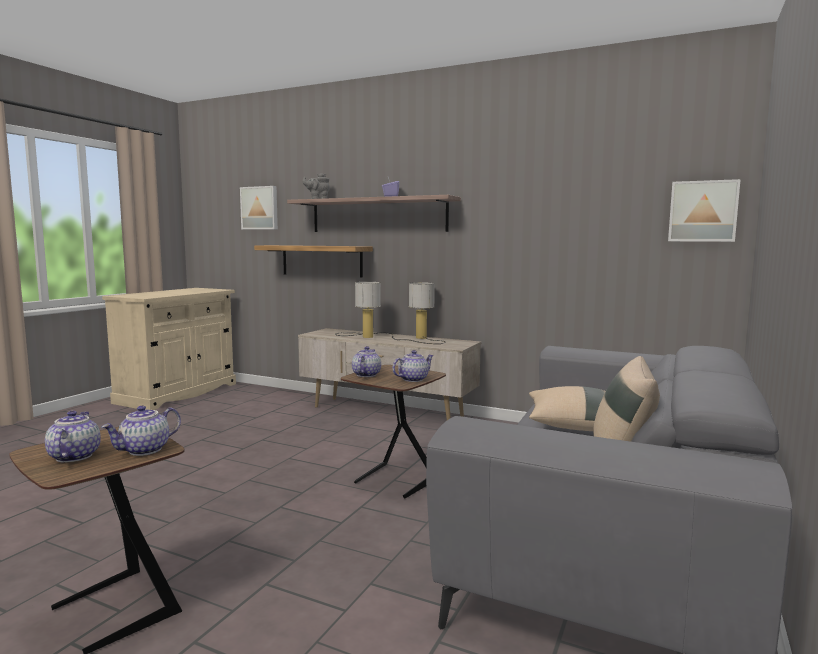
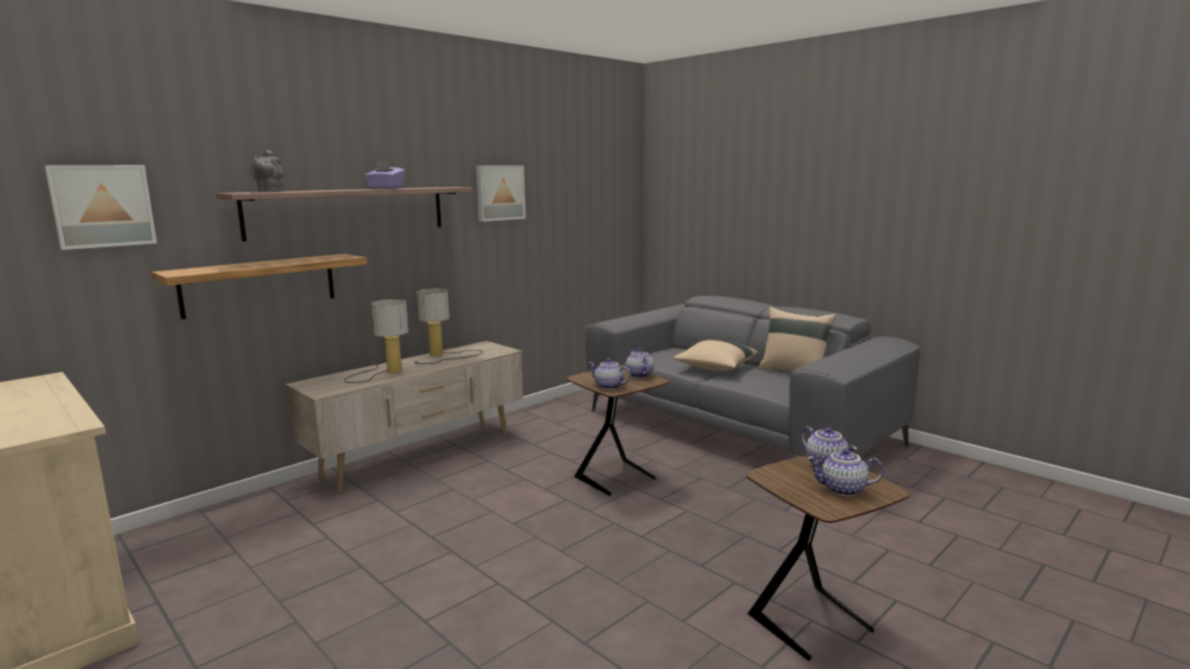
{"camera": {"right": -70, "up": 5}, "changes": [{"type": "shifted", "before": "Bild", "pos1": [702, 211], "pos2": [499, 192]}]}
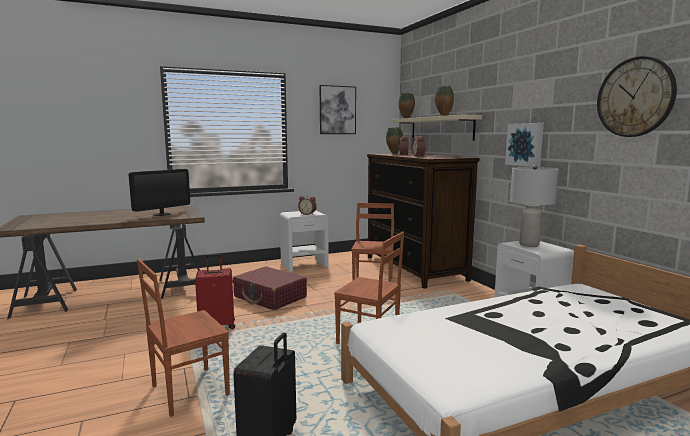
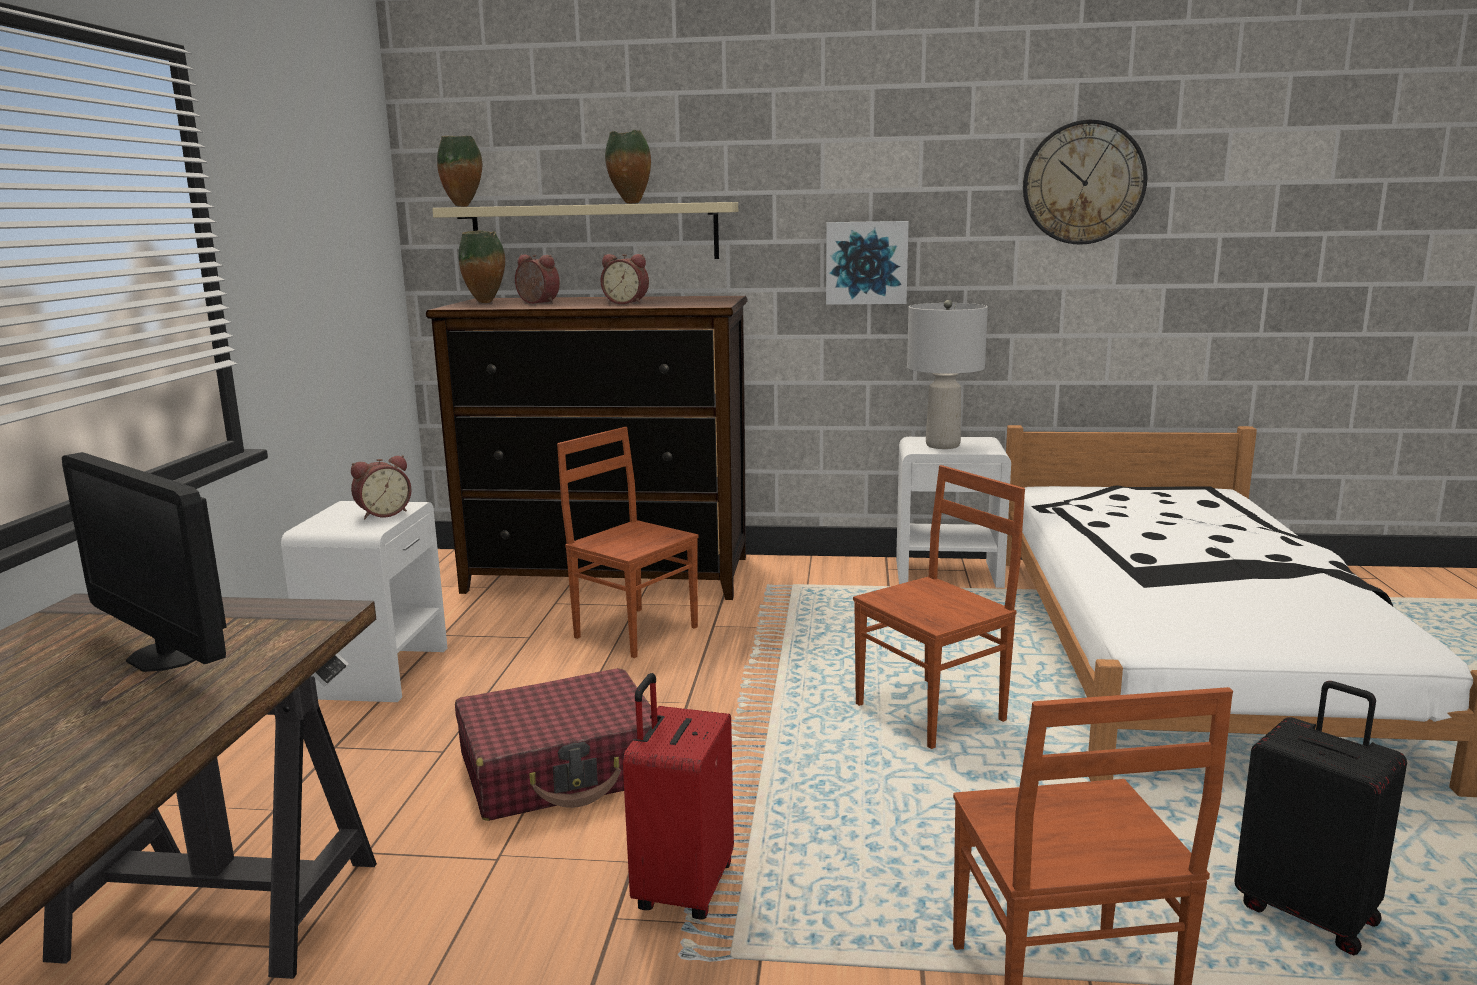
{"camera": {"right": -60, "up": 5}, "changes": [{"type": "rotated", "before": "Monitor", "pos1": [162, 214], "pos2": [167, 656], "turn": 150}, {"type": "gone", "before": "Bild", "pos1": [337, 110]}]}
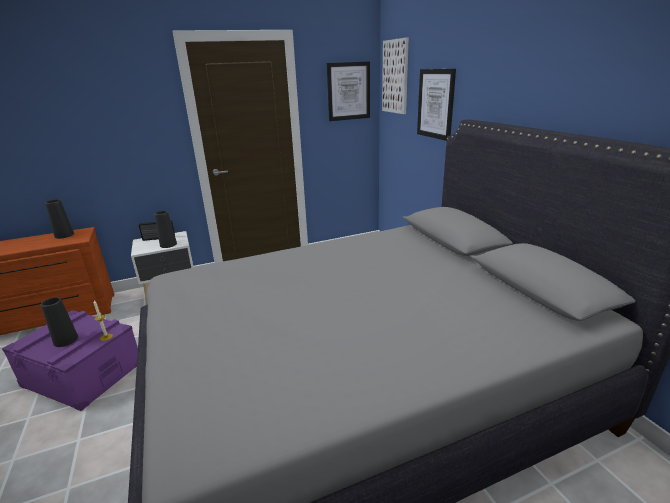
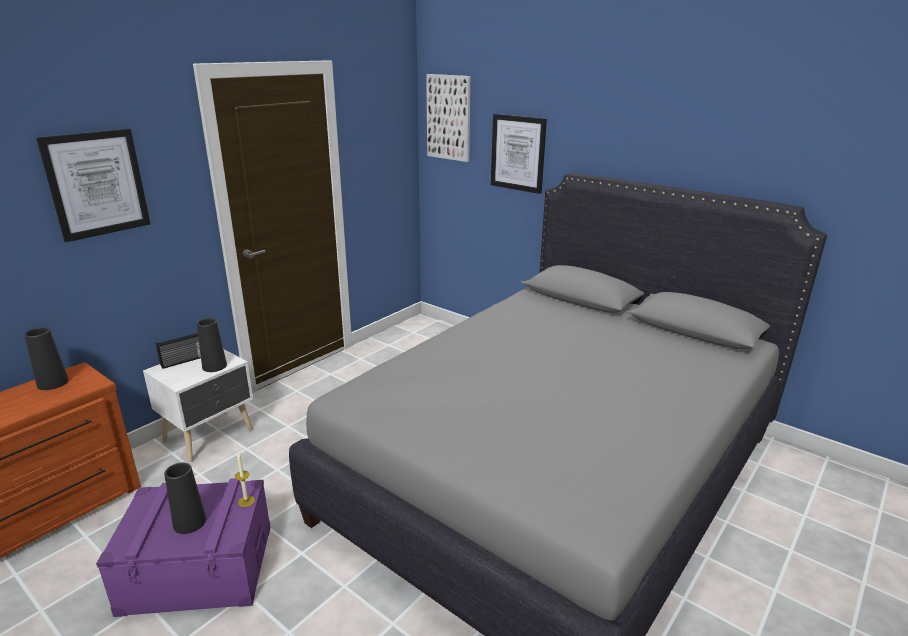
{"camera": {"right": -30, "up": 0}, "changes": [{"type": "shifted", "before": "Bild", "pos1": [348, 91], "pos2": [97, 184]}]}
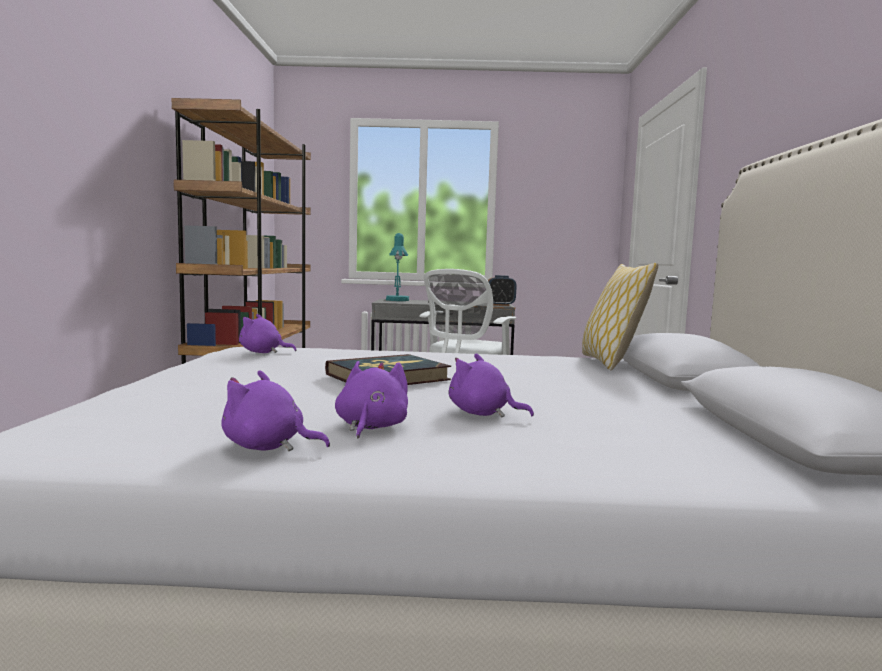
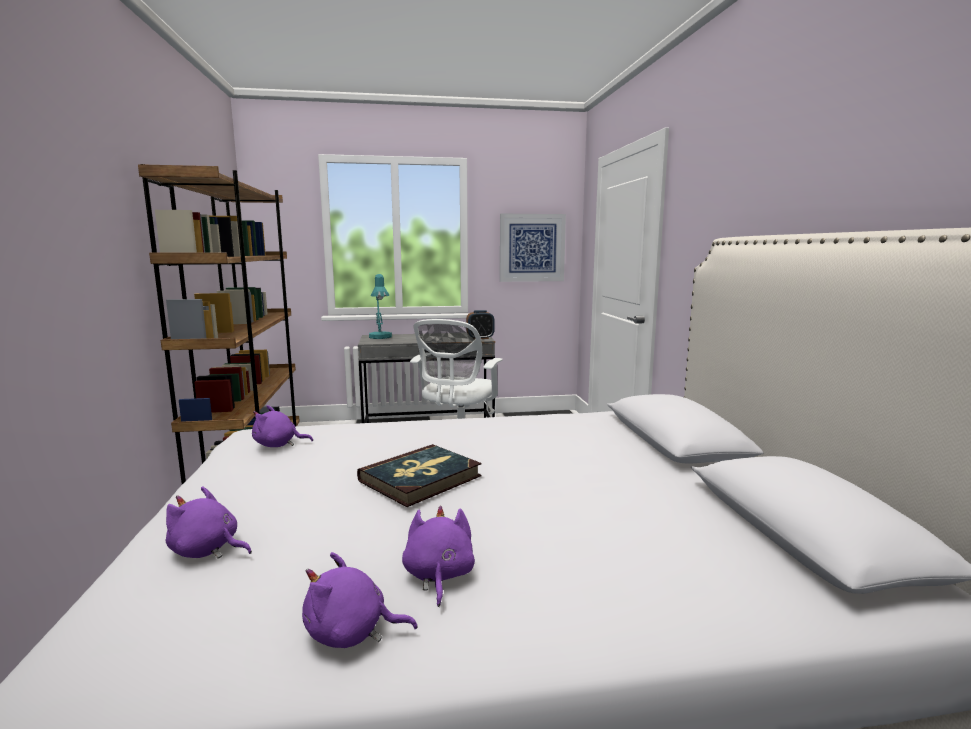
{"camera": {"right": -10, "up": 5}, "changes": [{"type": "shifted", "before": "Plüschtier/lila", "pos1": [483, 414], "pos2": [207, 550]}, {"type": "gone", "before": "Kissen", "pos1": [611, 363]}, {"type": "new", "after": "Bild", "pos2": [532, 248]}]}
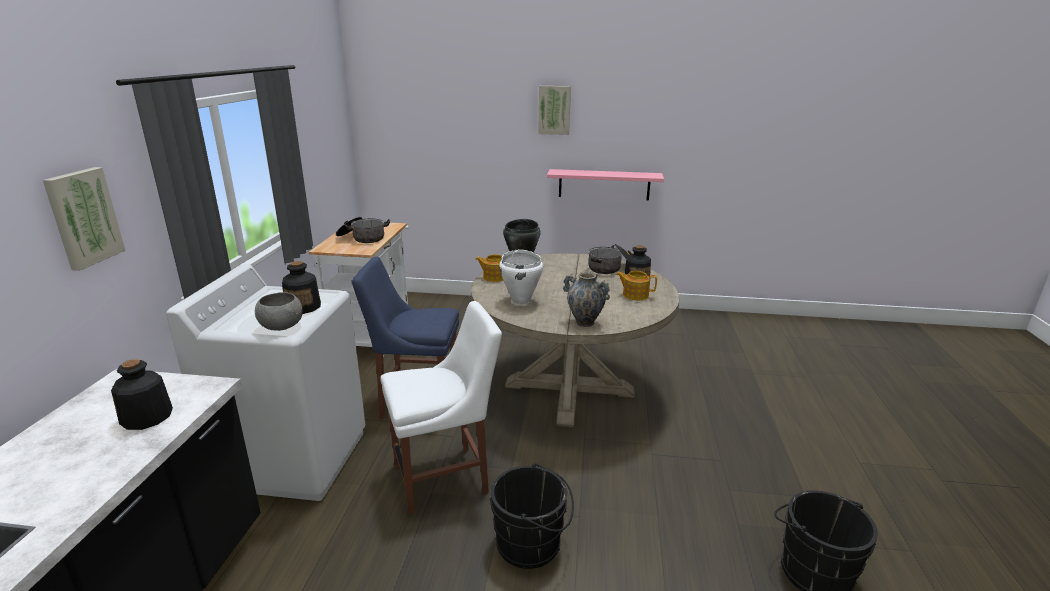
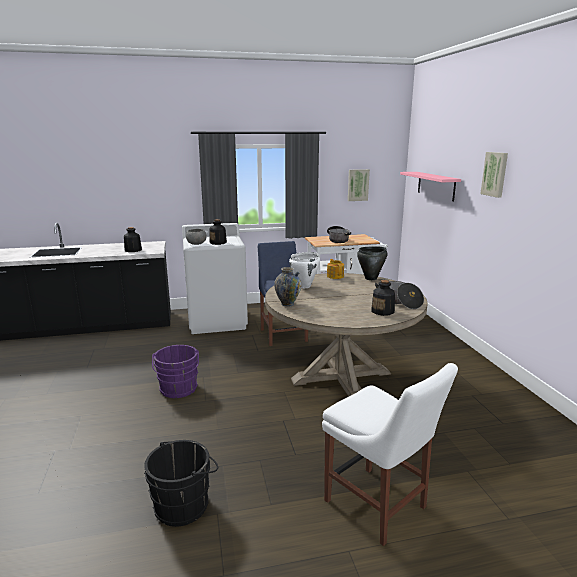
{"camera": {"right": 70, "up": -5}, "changes": [{"type": "shifted", "before": "Bild", "pos1": [83, 217], "pos2": [358, 185]}, {"type": "shifted", "before": "Stuhl/weiß", "pos1": [446, 477], "pos2": [378, 507]}, {"type": "repainted", "before": "Eimer/schwarz", "after": "Eimer/lila", "pos1": [532, 544], "pos2": [178, 390]}, {"type": "shifted", "before": "Wandregal/rosa", "pos1": [604, 184], "pos2": [436, 185]}, {"type": "gone", "before": "Teekanne", "pos1": [635, 295]}]}
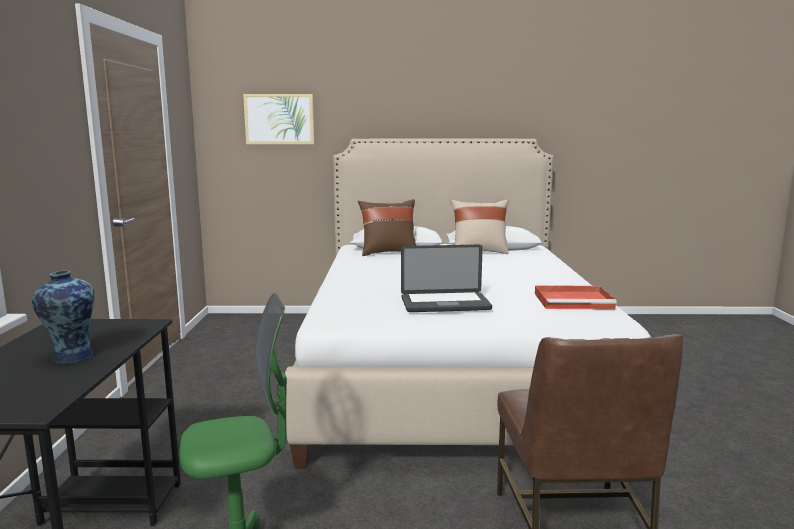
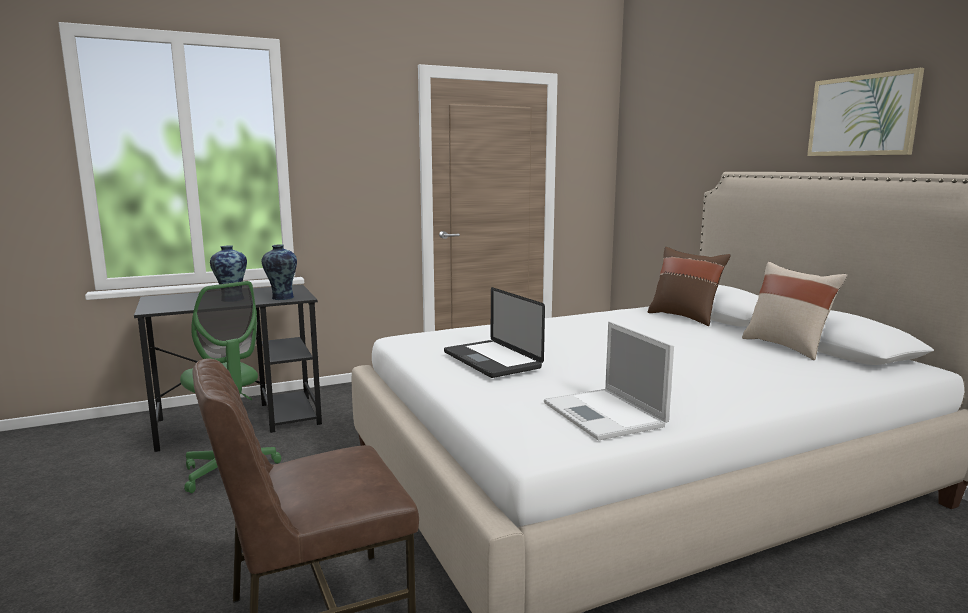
{"camera": {"right": 65, "up": 0}, "changes": [{"type": "shifted", "before": "Bild", "pos1": [279, 119], "pos2": [862, 115]}, {"type": "swapped", "before": "Tablett/rot", "after": "Laptop", "pos1": [574, 301], "pos2": [605, 415]}, {"type": "new", "after": "Vase", "pos2": [281, 298]}]}
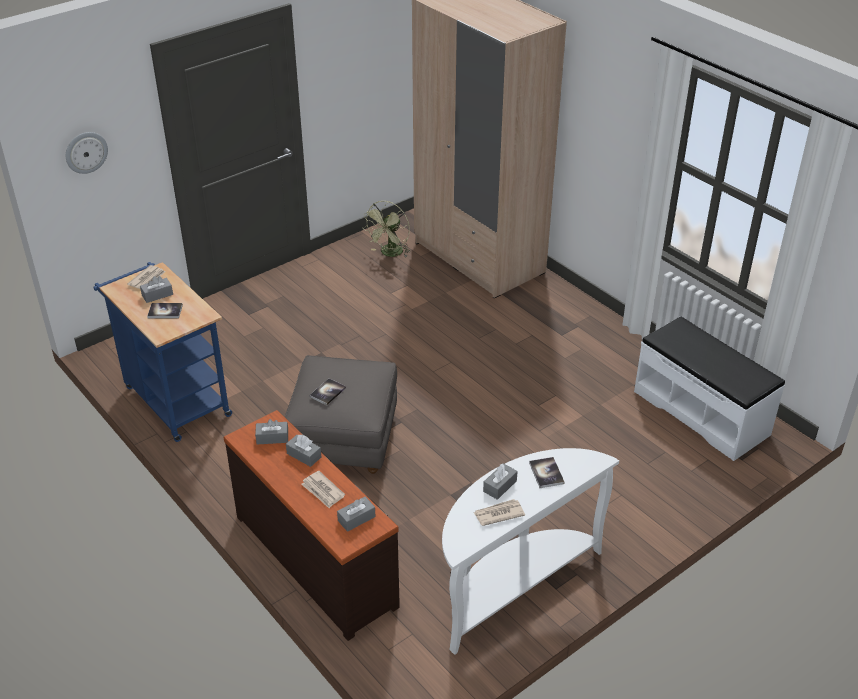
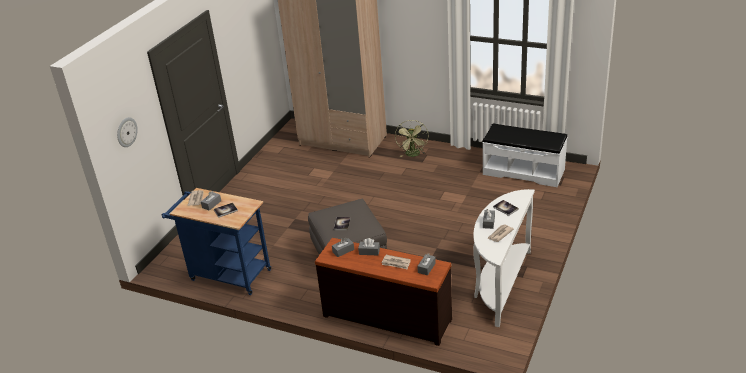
{"camera": {"right": -25, "up": -5}, "changes": [{"type": "shifted", "before": "Ventilator/grün", "pos1": [390, 254], "pos2": [413, 155]}]}
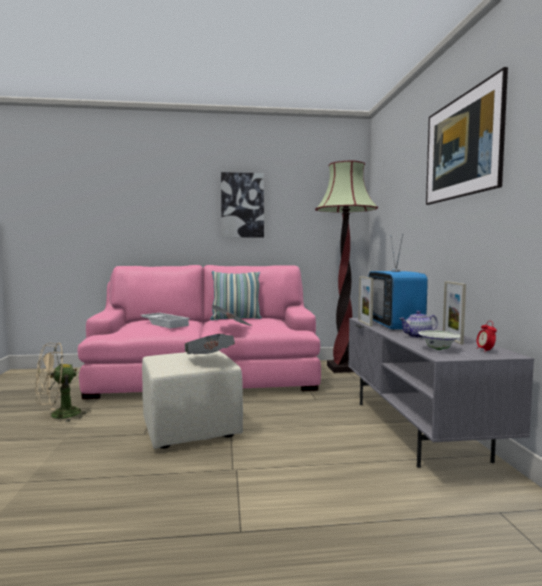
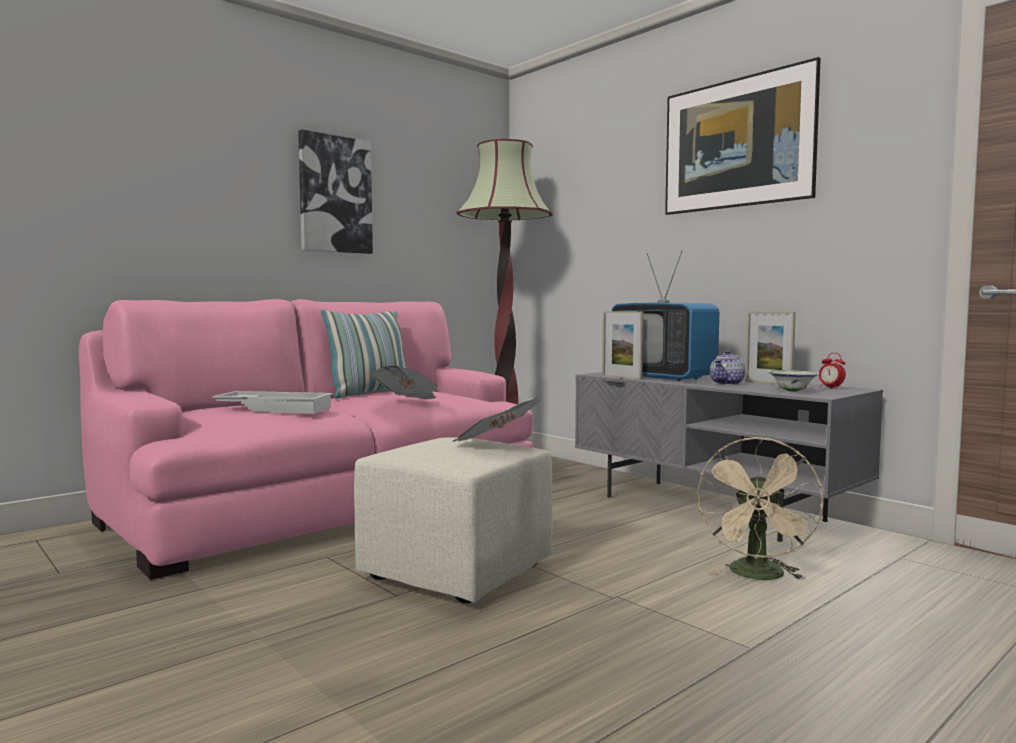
{"camera": {"right": -35, "up": 0}, "changes": [{"type": "shifted", "before": "Ventilator/beige", "pos1": [59, 416], "pos2": [758, 576]}]}
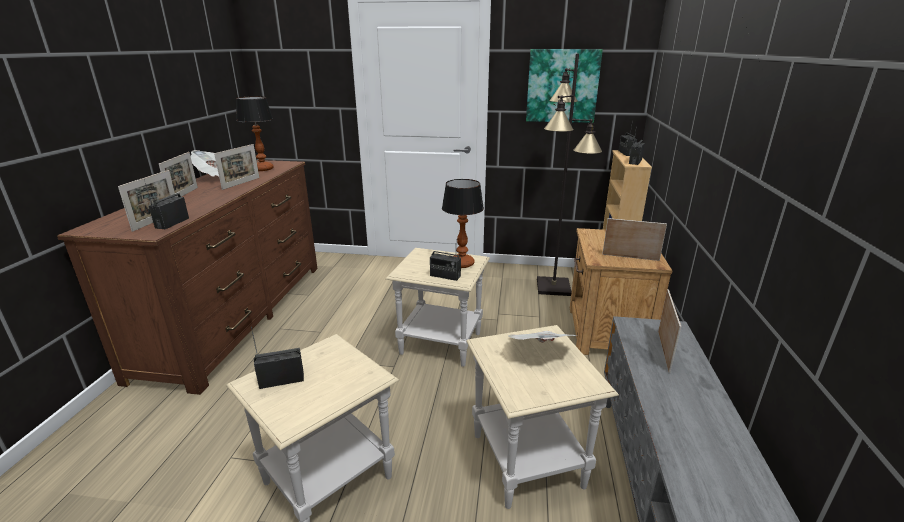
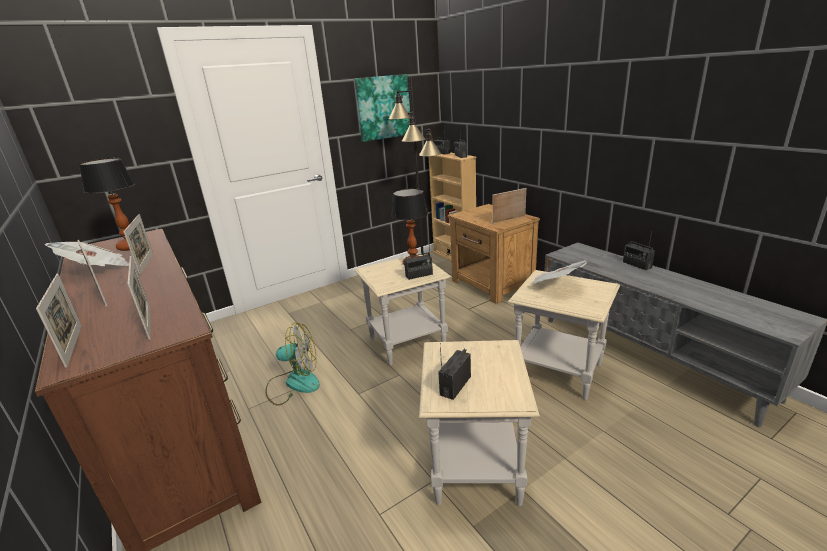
{"camera": {"right": -40, "up": 0}, "changes": [{"type": "shifted", "before": "Radio", "pos1": [172, 223], "pos2": [636, 265]}, {"type": "shifted", "before": "Bilderrahmen", "pos1": [663, 351], "pos2": [74, 345]}, {"type": "new", "after": "Ventilator", "pos2": [294, 383]}]}
